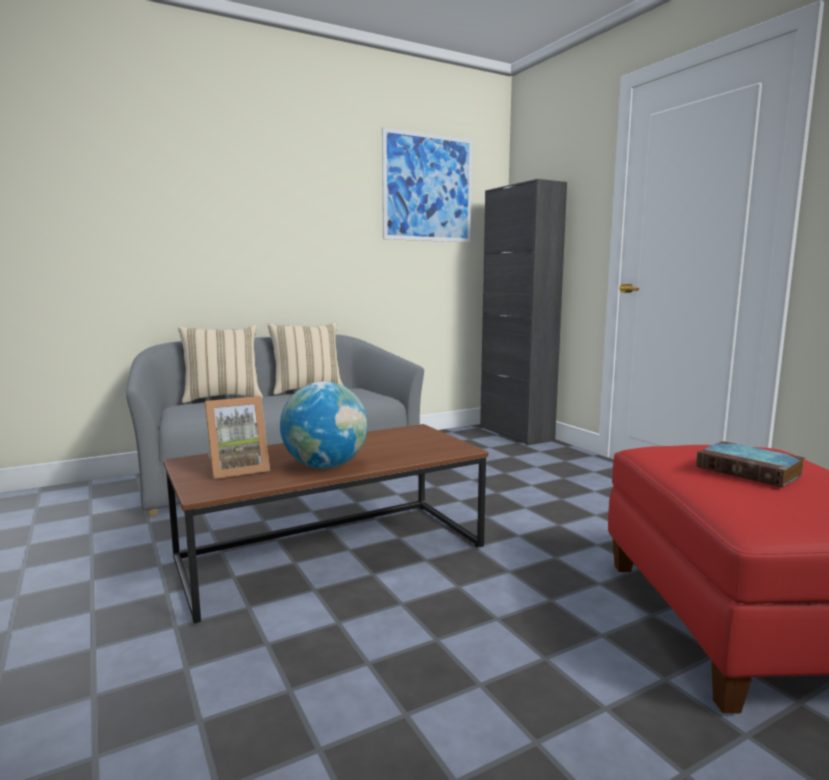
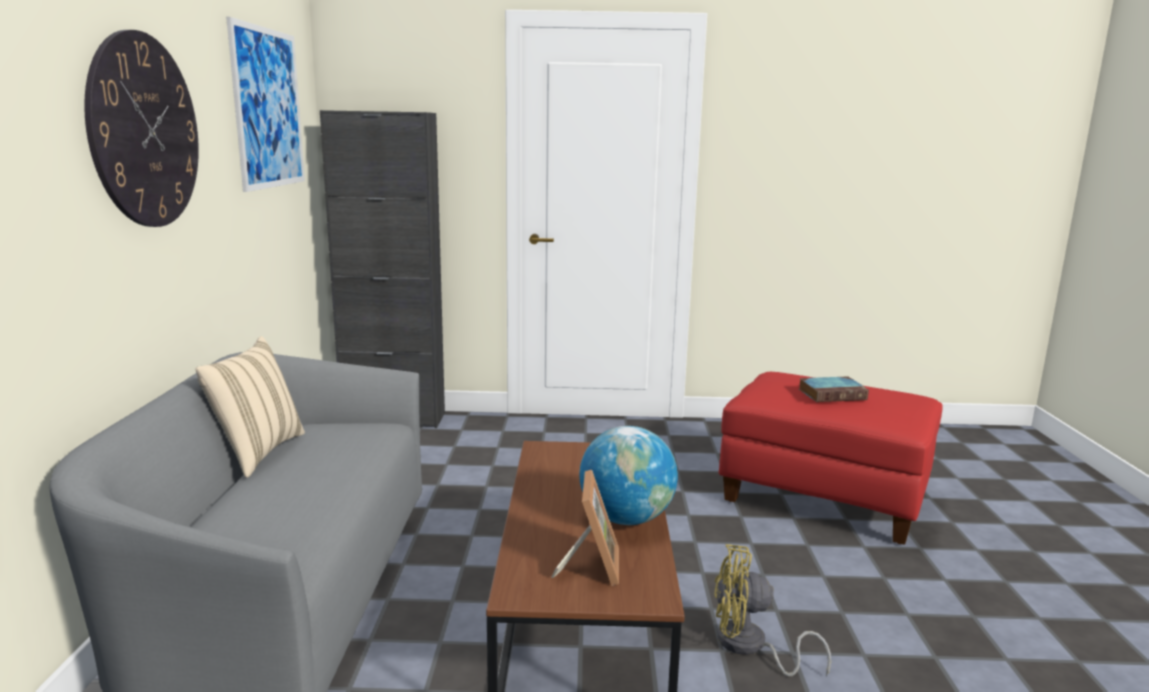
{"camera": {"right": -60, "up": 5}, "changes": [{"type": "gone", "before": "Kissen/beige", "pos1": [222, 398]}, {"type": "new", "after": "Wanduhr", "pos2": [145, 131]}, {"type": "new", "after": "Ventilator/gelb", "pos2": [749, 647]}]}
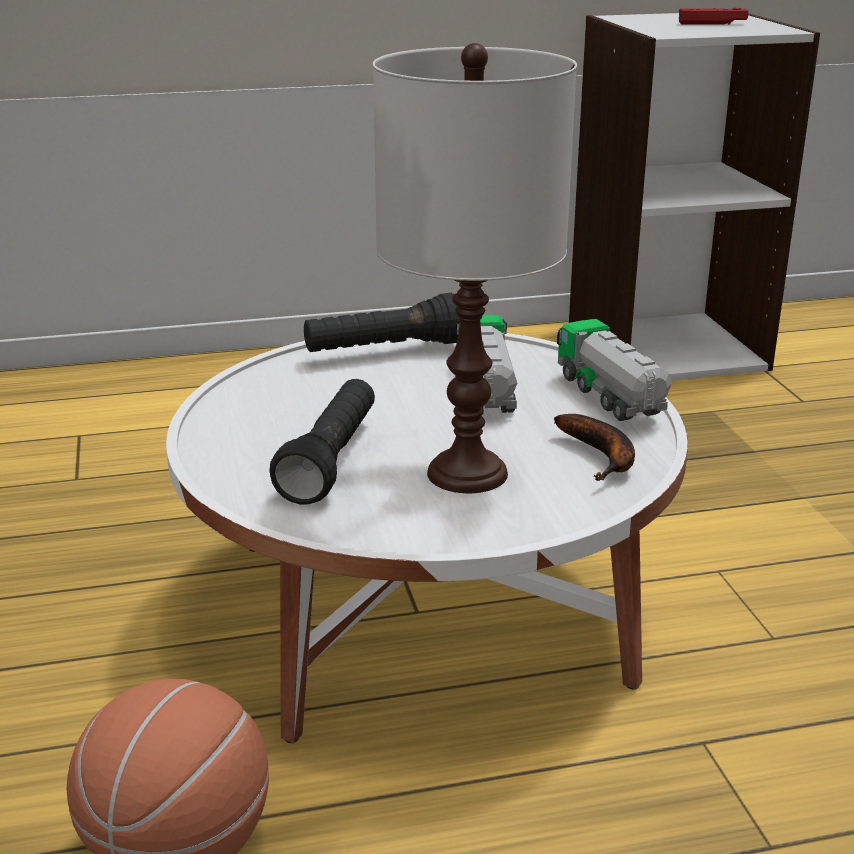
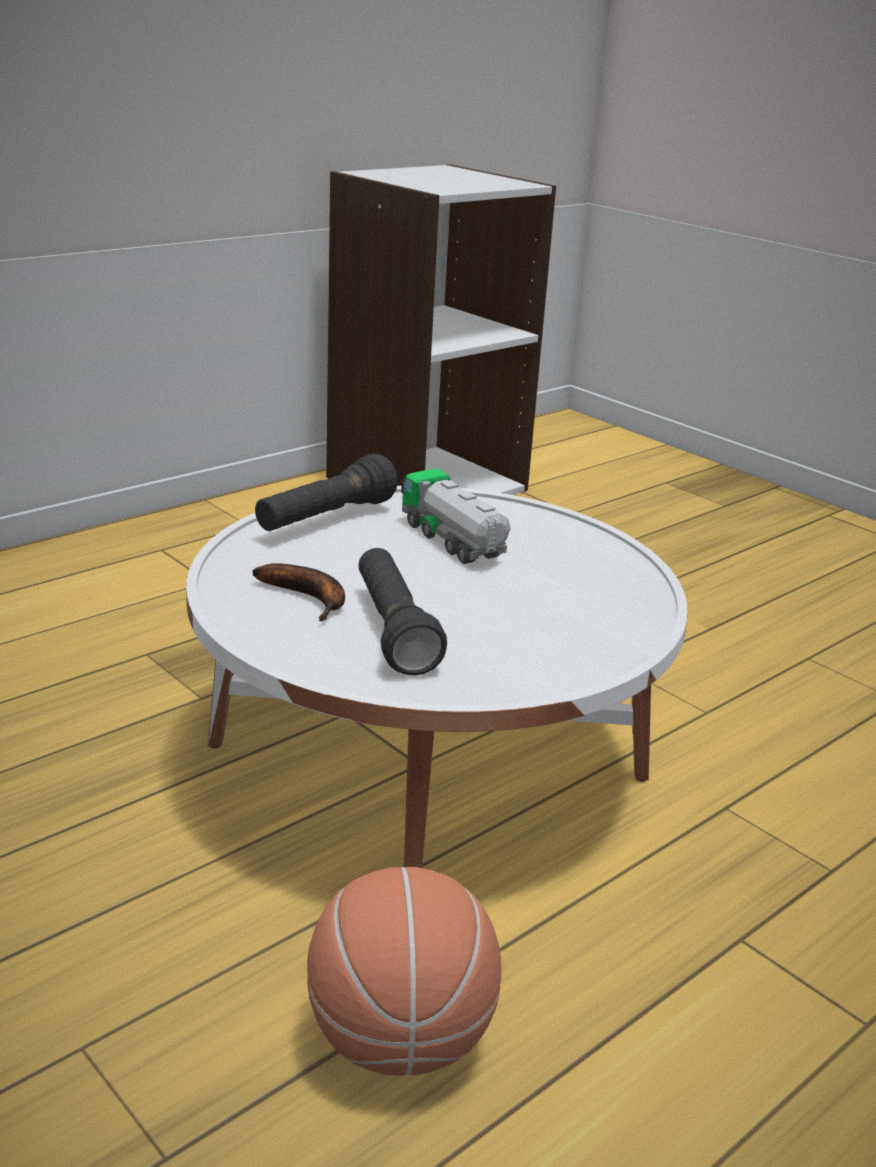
{"camera": {"right": -30, "up": 0}, "changes": [{"type": "gone", "before": "Tischlampe/weiß", "pos1": [466, 473]}, {"type": "shifted", "before": "Banane", "pos1": [602, 456], "pos2": [309, 598]}, {"type": "gone", "before": "Spielzeuglaster", "pos1": [610, 396]}, {"type": "gone", "before": "Gamepad/rot", "pos1": [712, 24]}]}
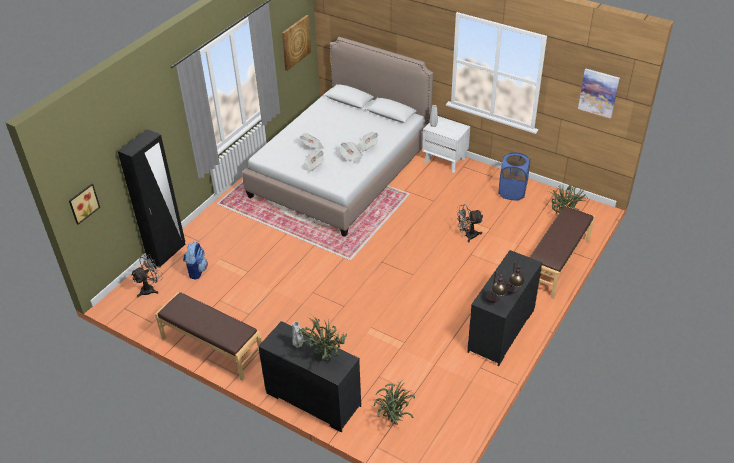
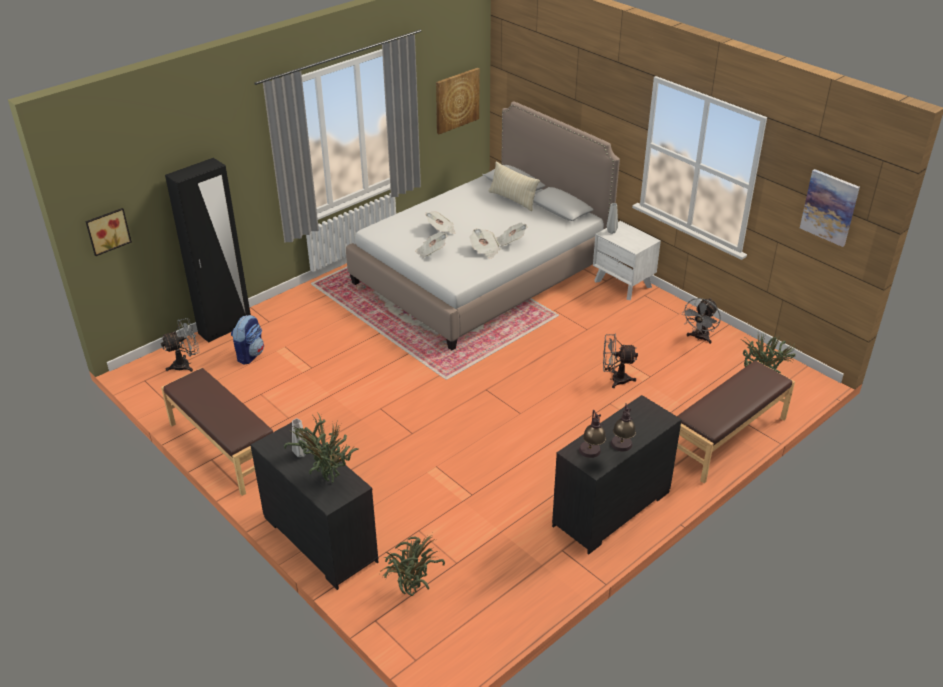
{"camera": {"right": 15, "up": -5}, "changes": [{"type": "swapped", "before": "Wäschekorb/blau", "after": "Ventilator/grau", "pos1": [512, 192], "pos2": [699, 338]}, {"type": "new", "after": "Kissen/beige", "pos2": [512, 200]}]}
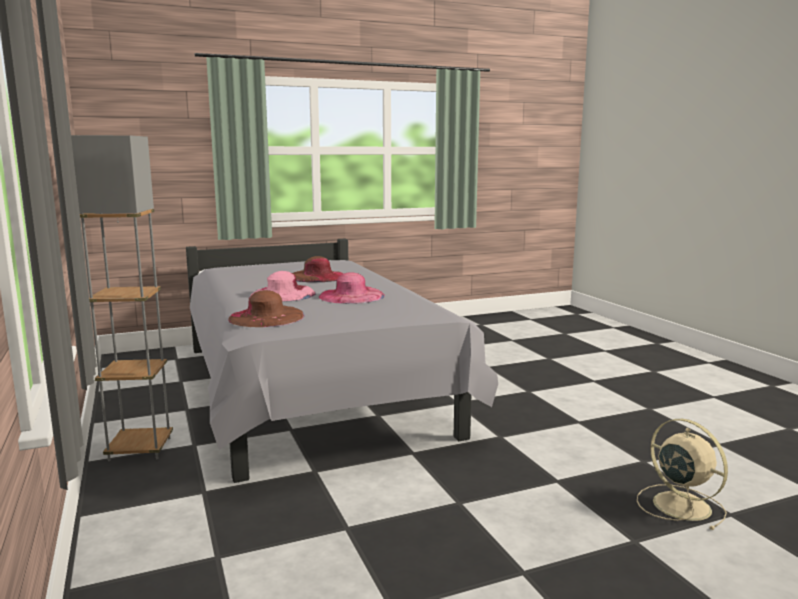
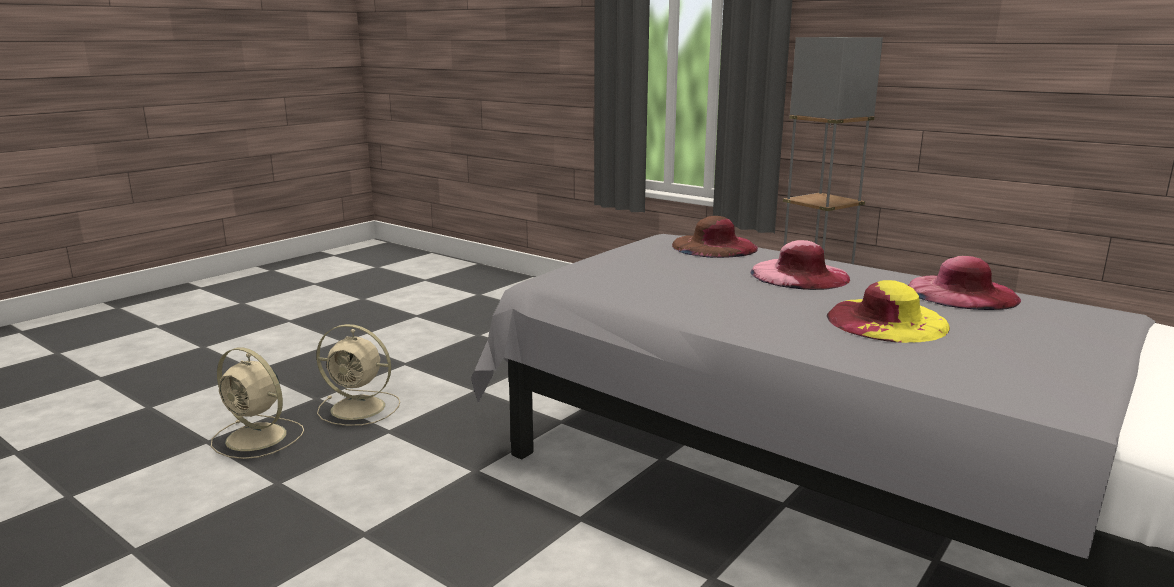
{"camera": {"right": 150, "up": 5}, "changes": [{"type": "repainted", "before": "Hut/braun", "after": "Hut/gelb", "pos1": [317, 276], "pos2": [887, 321]}, {"type": "shifted", "before": "Hut/rosa", "pos1": [351, 296], "pos2": [962, 293]}, {"type": "new", "after": "Ventilator/beige", "pos2": [360, 408]}]}
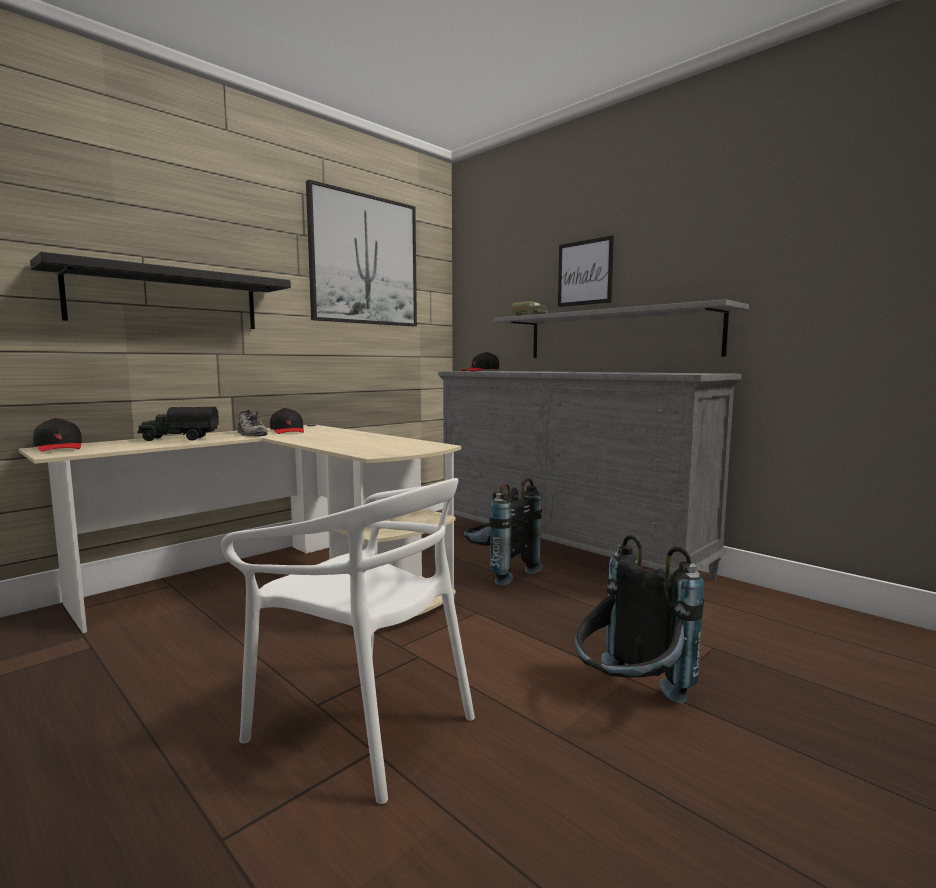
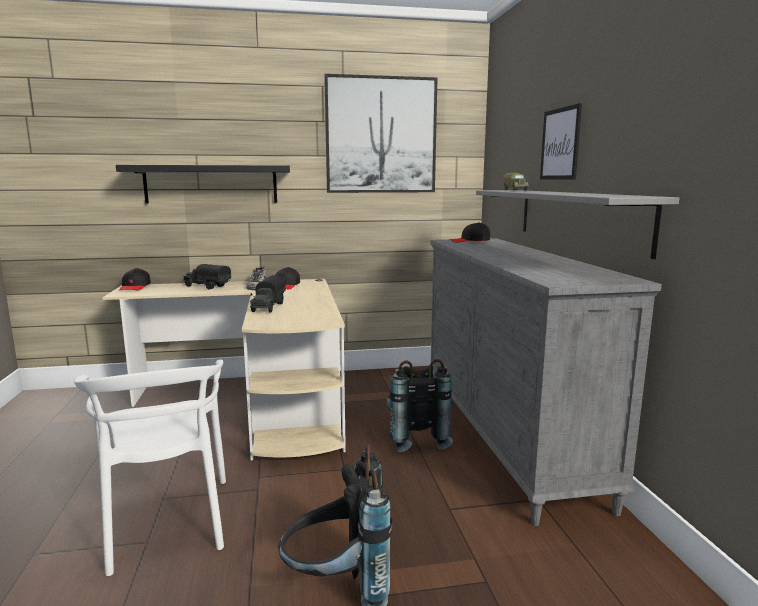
{"camera": {"right": 35, "up": 5}, "changes": [{"type": "new", "after": "Spielzeuglaster", "pos2": [268, 307]}]}
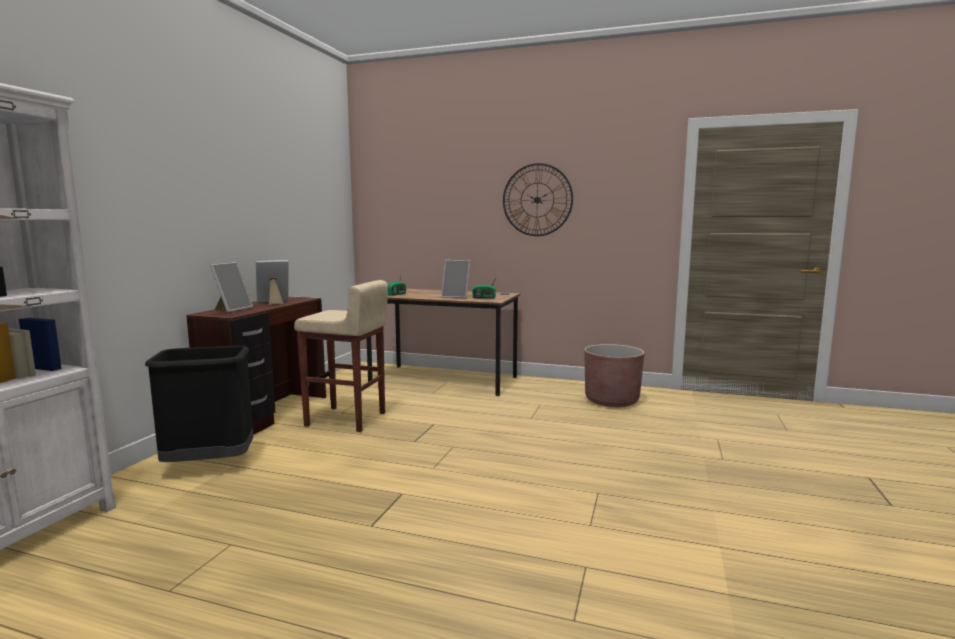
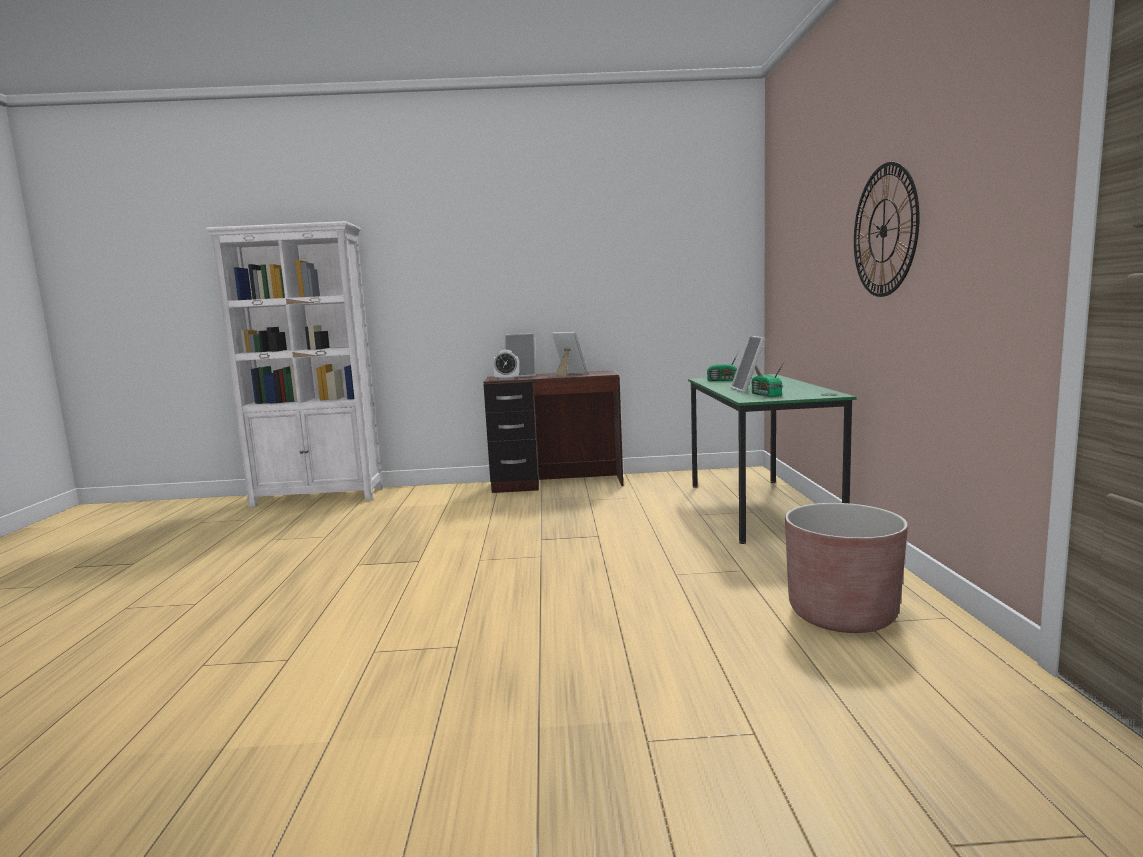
{"camera": {"right": 70, "up": 0}, "changes": [{"type": "gone", "before": "Mülleimer/schwarz", "pos1": [210, 464]}, {"type": "gone", "before": "Hocker/beige", "pos1": [346, 419]}, {"type": "repainted", "before": "Schreibtisch/braun", "after": "Schreibtisch/grün", "pos1": [443, 380], "pos2": [759, 508]}, {"type": "new", "after": "Wecker", "pos2": [507, 379]}]}
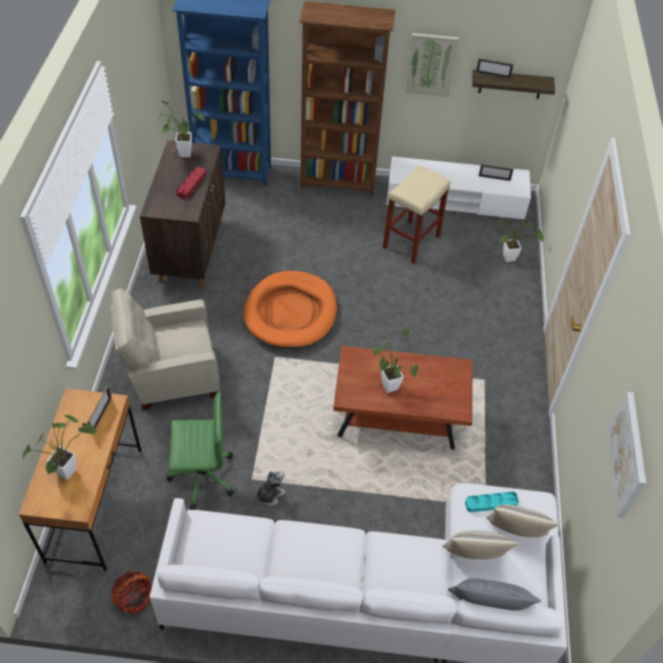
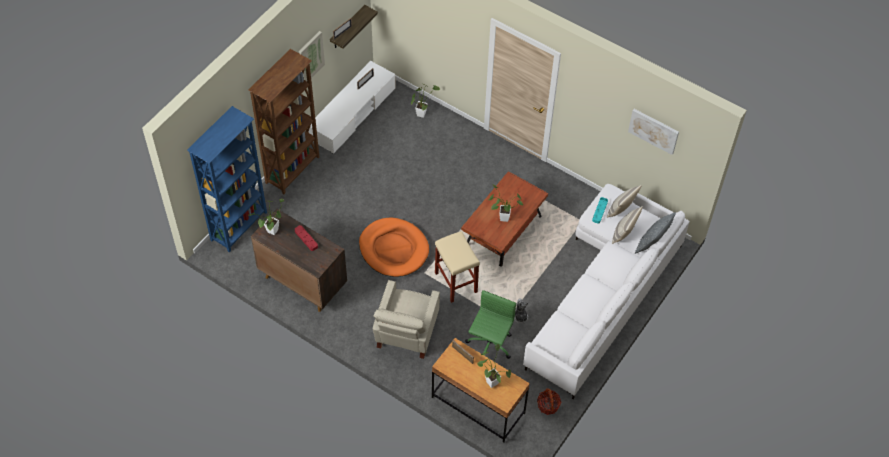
{"camera": {"right": -60, "up": 5}, "changes": [{"type": "shifted", "before": "Hocker/beige", "pos1": [411, 241], "pos2": [455, 282]}]}
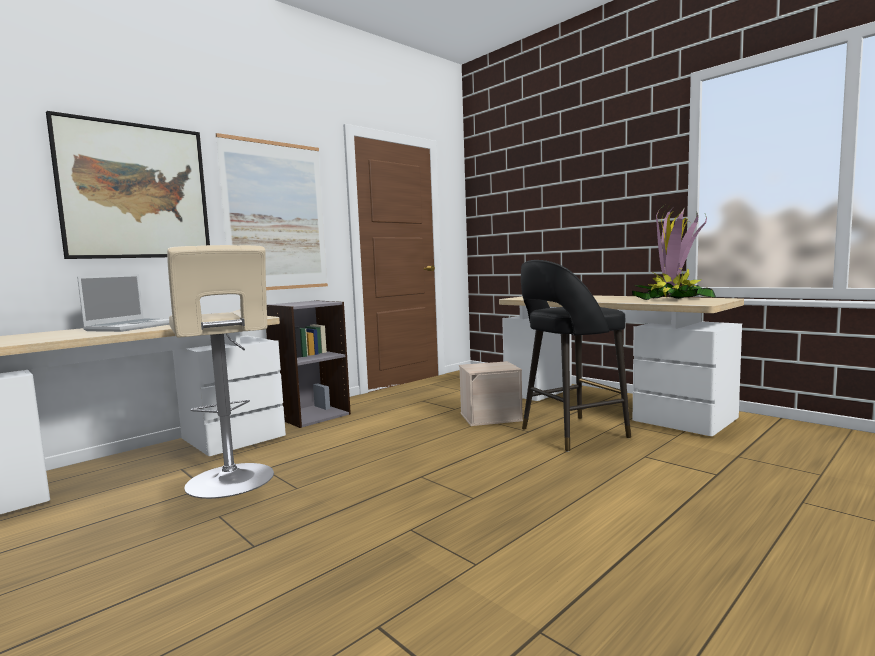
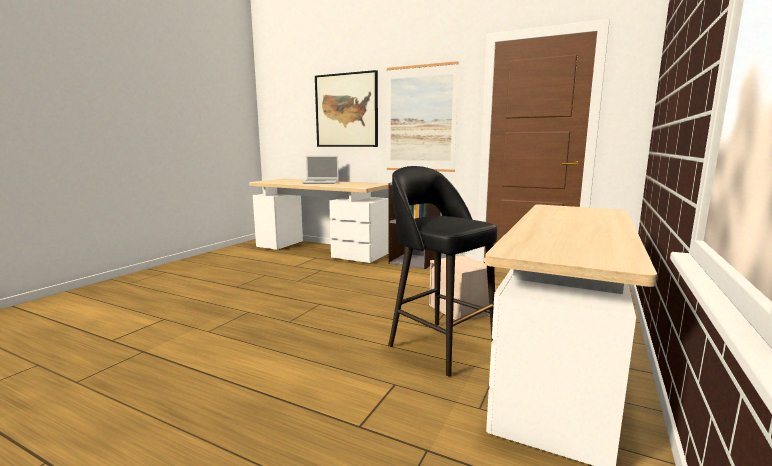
{"camera": {"right": 70, "up": 5}, "changes": [{"type": "gone", "before": "Hocker/beige", "pos1": [232, 482]}, {"type": "gone", "before": "Topfpflanze", "pos1": [672, 299]}]}
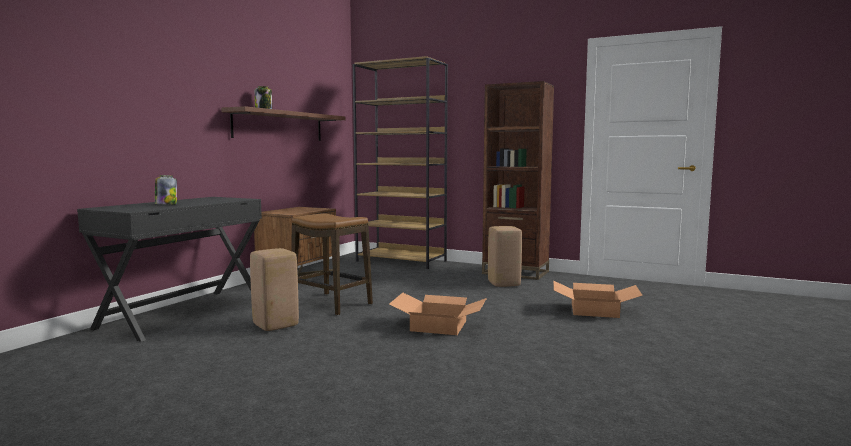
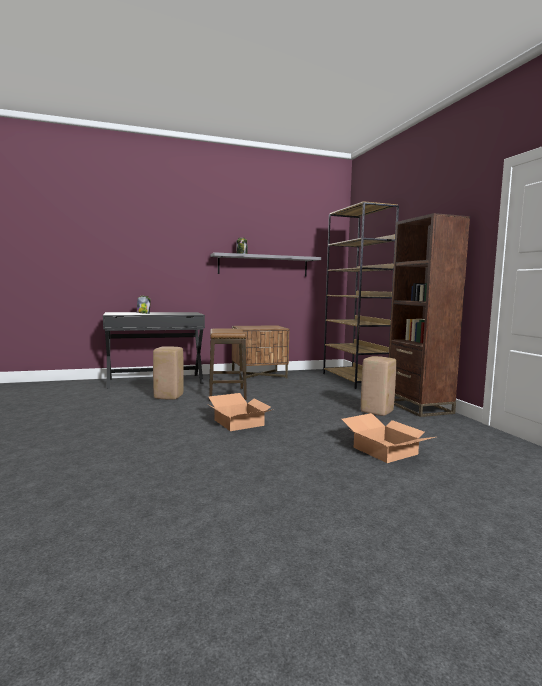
{"camera": {"right": 45, "up": 0}, "changes": [{"type": "repainted", "before": "Wandregal/braun", "after": "Wandregal/grau", "pos1": [279, 126], "pos2": [263, 265]}]}
